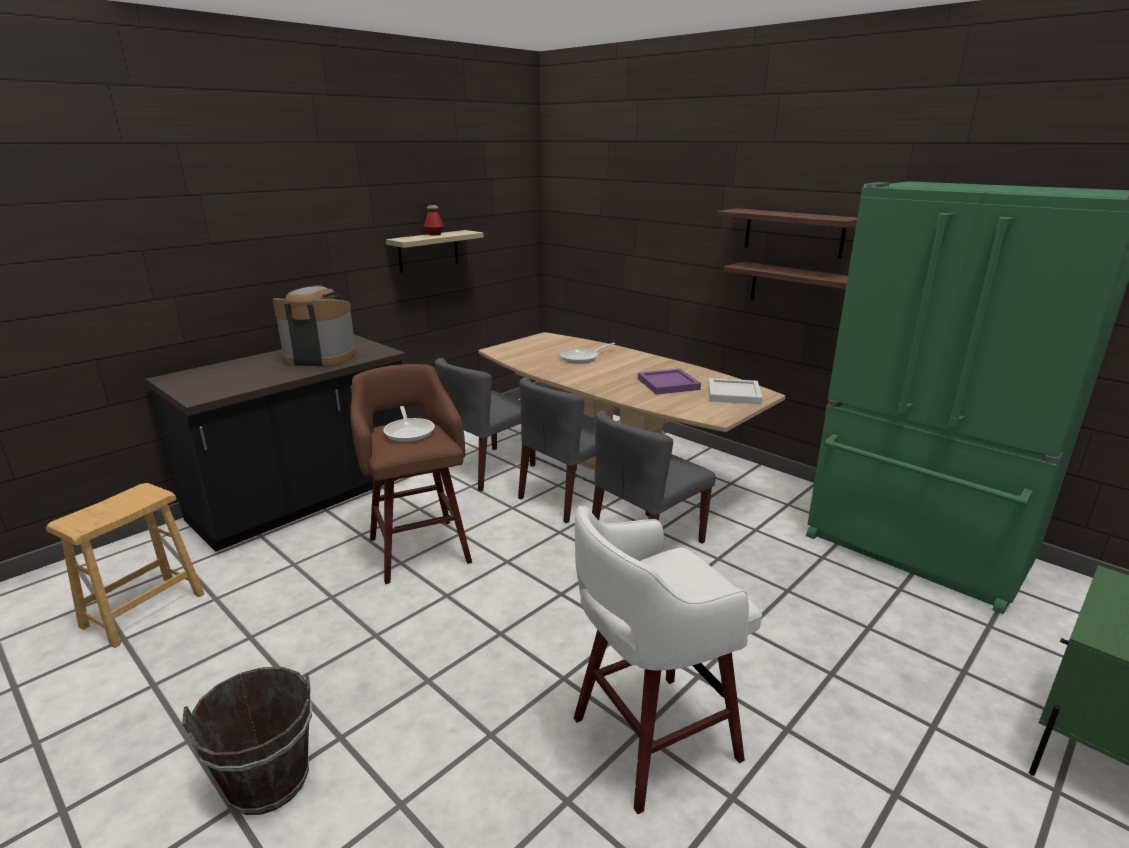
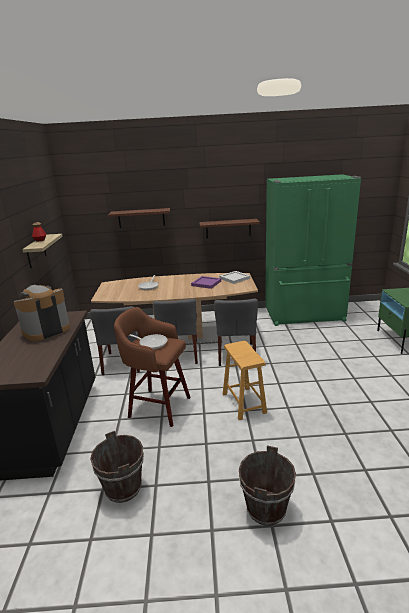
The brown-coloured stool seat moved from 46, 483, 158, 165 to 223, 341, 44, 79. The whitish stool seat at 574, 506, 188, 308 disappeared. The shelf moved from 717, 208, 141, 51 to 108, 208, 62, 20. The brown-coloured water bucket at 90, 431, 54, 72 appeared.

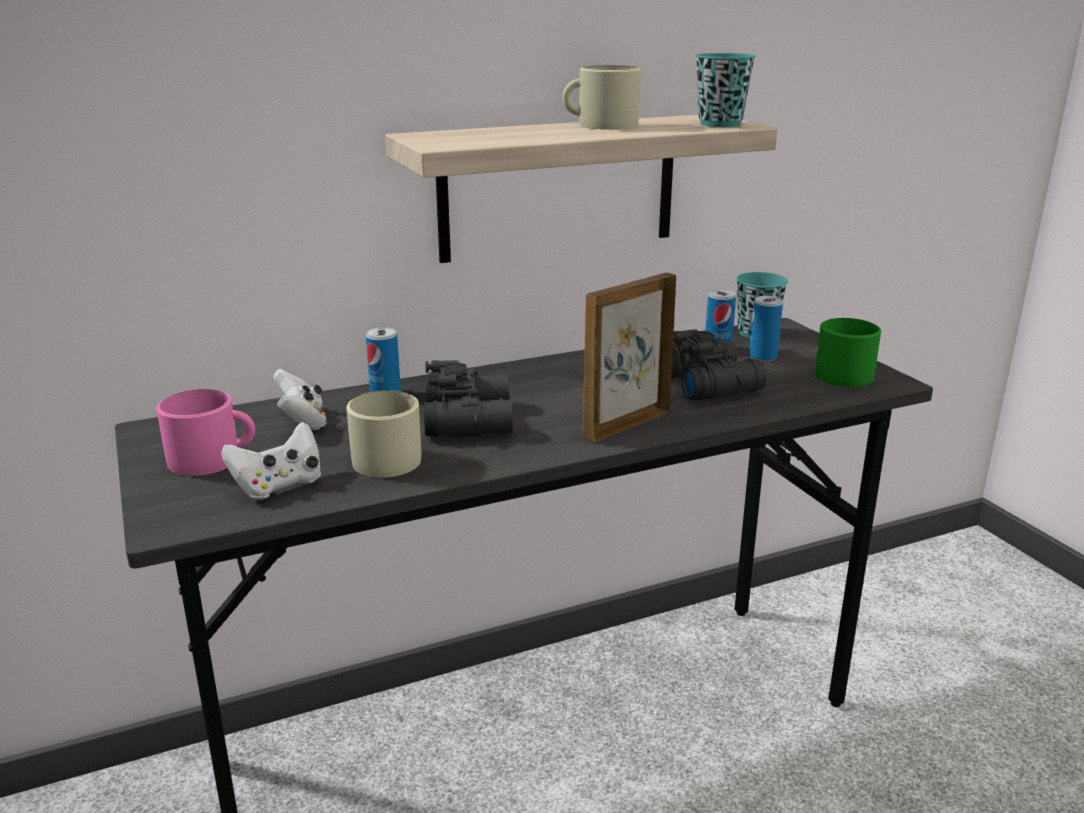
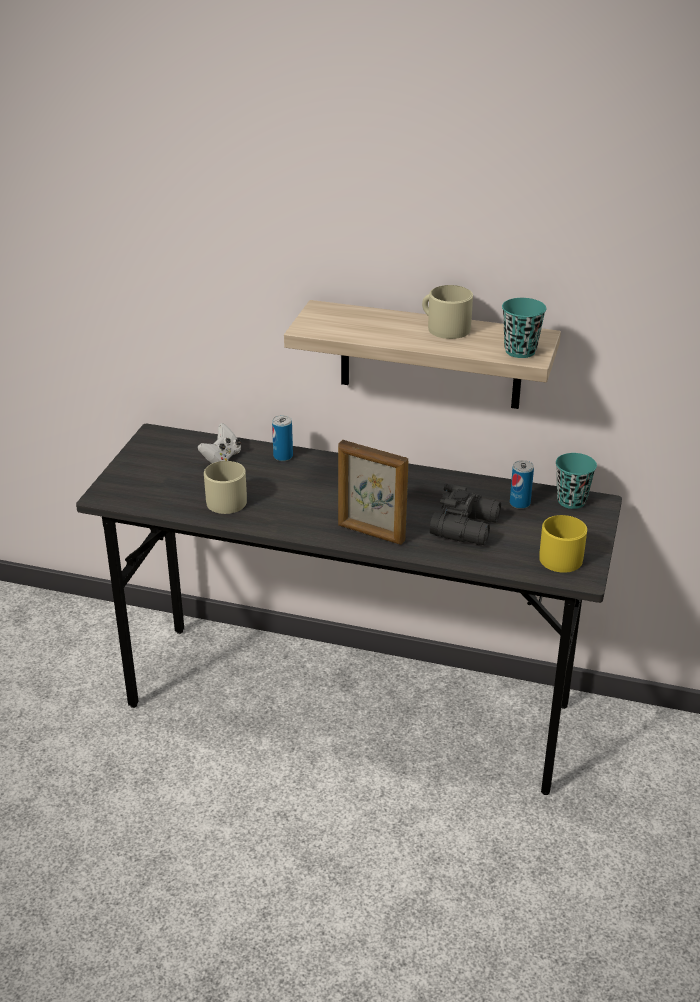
The pinkish mug at 156, 389, 99, 87 disappeared. The whitish gamepad at 221, 422, 100, 78 disappeared. The black field glasses at 424, 360, 89, 78 disappeared. The photo frame at 583, 273, 93, 169 turned 150 degrees counterclockwise. The can at 749, 296, 34, 65 disappeared. The greenish mug at 815, 318, 66, 69 became the yellow-coloured mug at 539, 515, 48, 58.

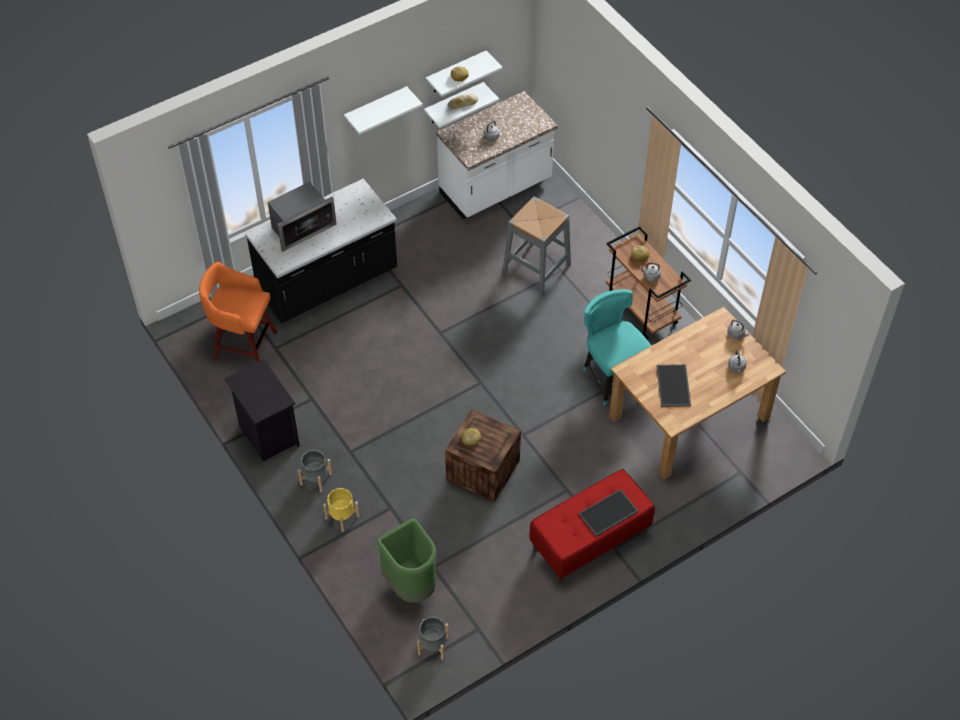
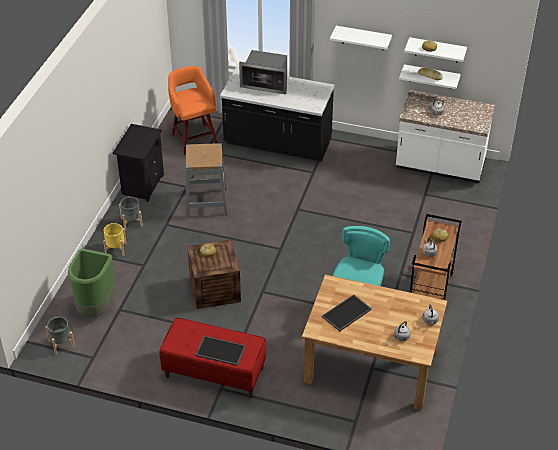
The grey stool seat moved from 502, 197, 69, 99 to 186, 143, 42, 74.

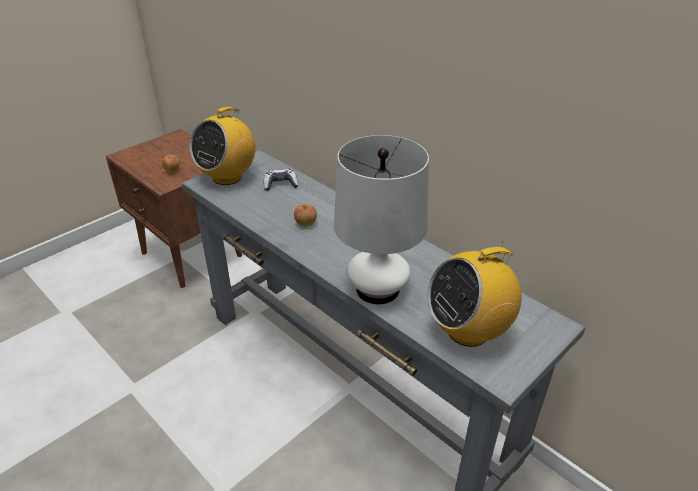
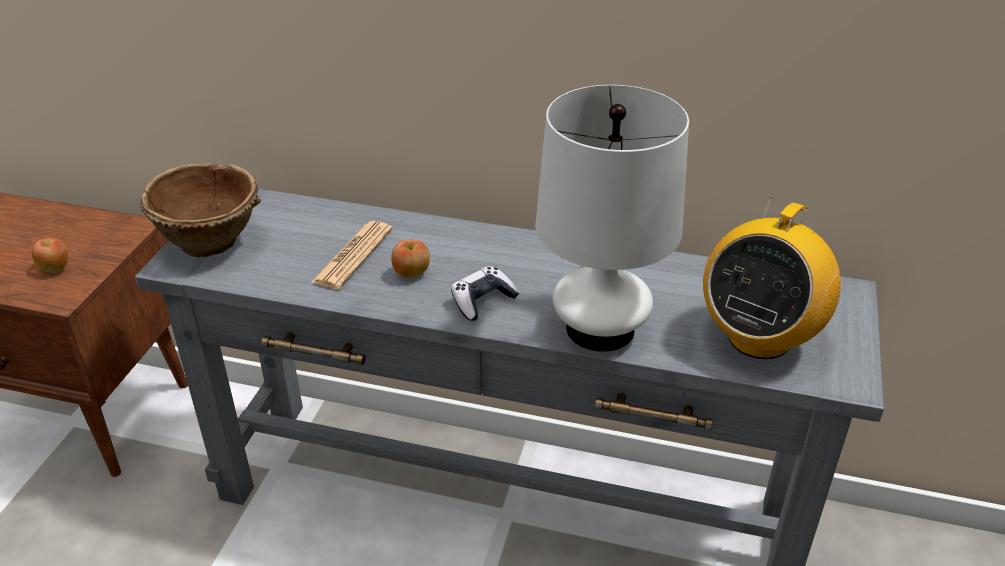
The radio set at 190, 107, 65, 78 was replaced by the brown-coloured deep dish at 140, 163, 121, 94. The gamepad moved from 264, 169, 34, 22 to 451, 266, 69, 55. The daily paper at 311, 221, 82, 68 appeared.

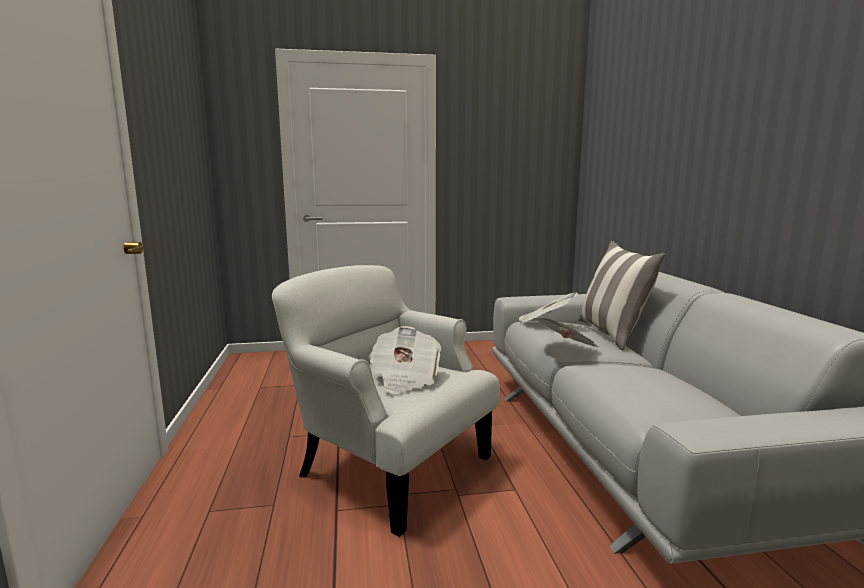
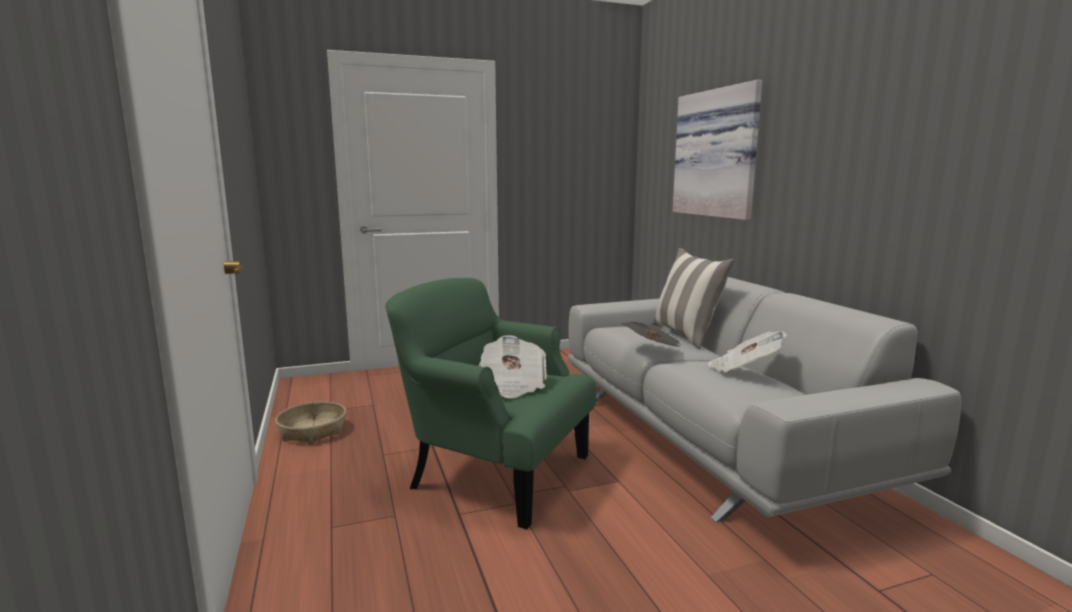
The whitish armchair at 272, 265, 228, 272 became the greenish armchair at 385, 278, 212, 251. The daily paper moved from 519, 293, 59, 30 to 707, 331, 80, 42. The basket at 276, 401, 70, 43 appeared. The picture at 673, 80, 89, 140 appeared.

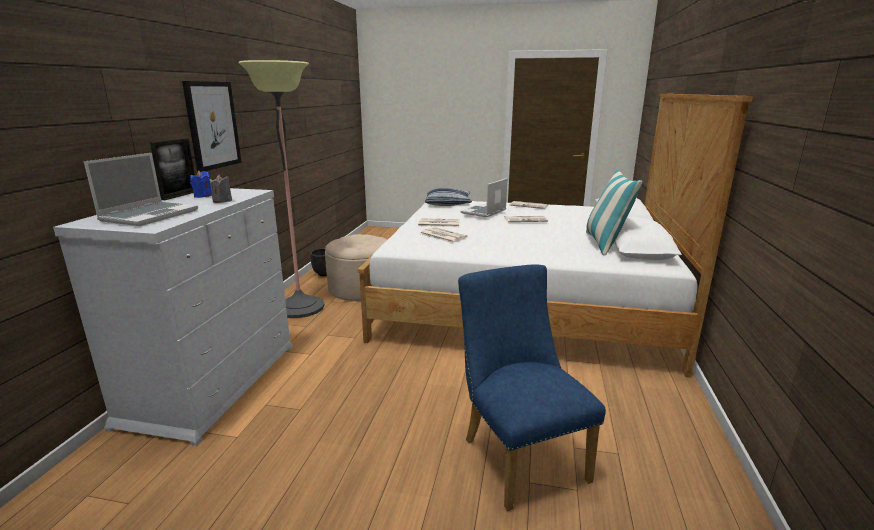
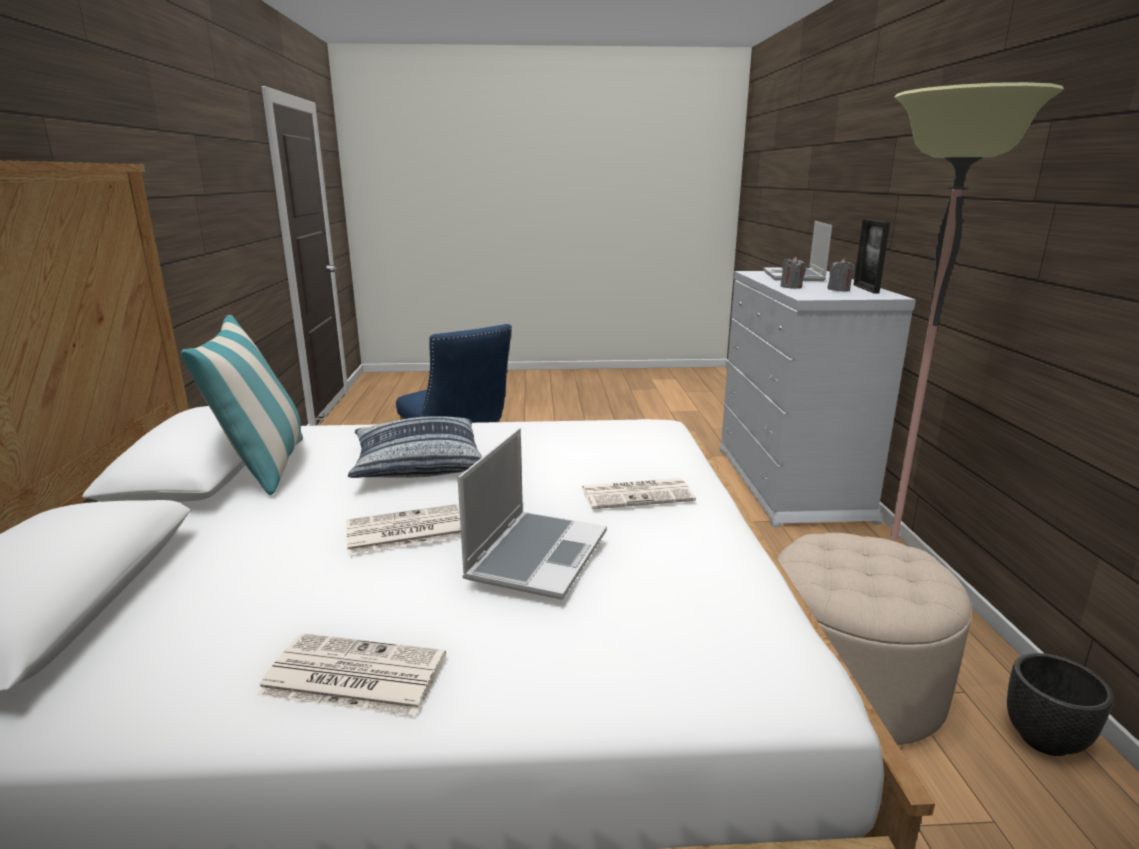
The picture at 182, 81, 60, 91 disappeared. The blue wax light at 190, 170, 22, 28 became the grey wax light at 827, 258, 28, 33. The daily paper at 420, 227, 47, 16 disappeared. The cushion moved from 425, 188, 47, 18 to 348, 416, 134, 62.

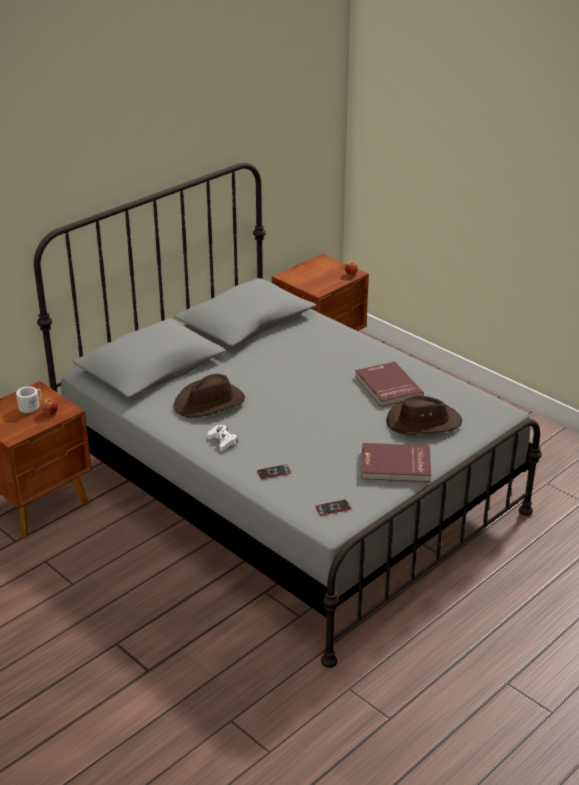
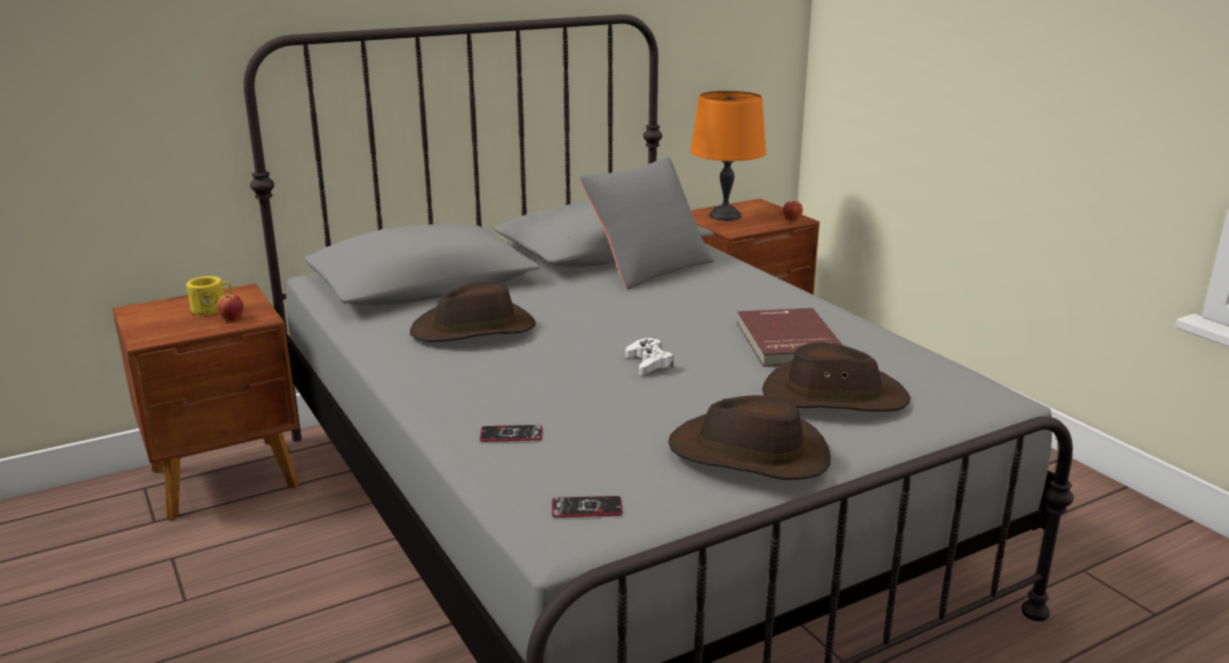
The whitish mug at 16, 386, 26, 27 became the yellow-coloured mug at 186, 276, 47, 39. The whitish gamepad moved from 207, 425, 31, 26 to 625, 338, 48, 37. The red-coloured book at 362, 443, 69, 39 was replaced by the brown-coloured hat at 668, 395, 163, 85. The grey cushion at 580, 157, 134, 132 appeared. The orange lamp for a table at 690, 90, 76, 131 appeared.

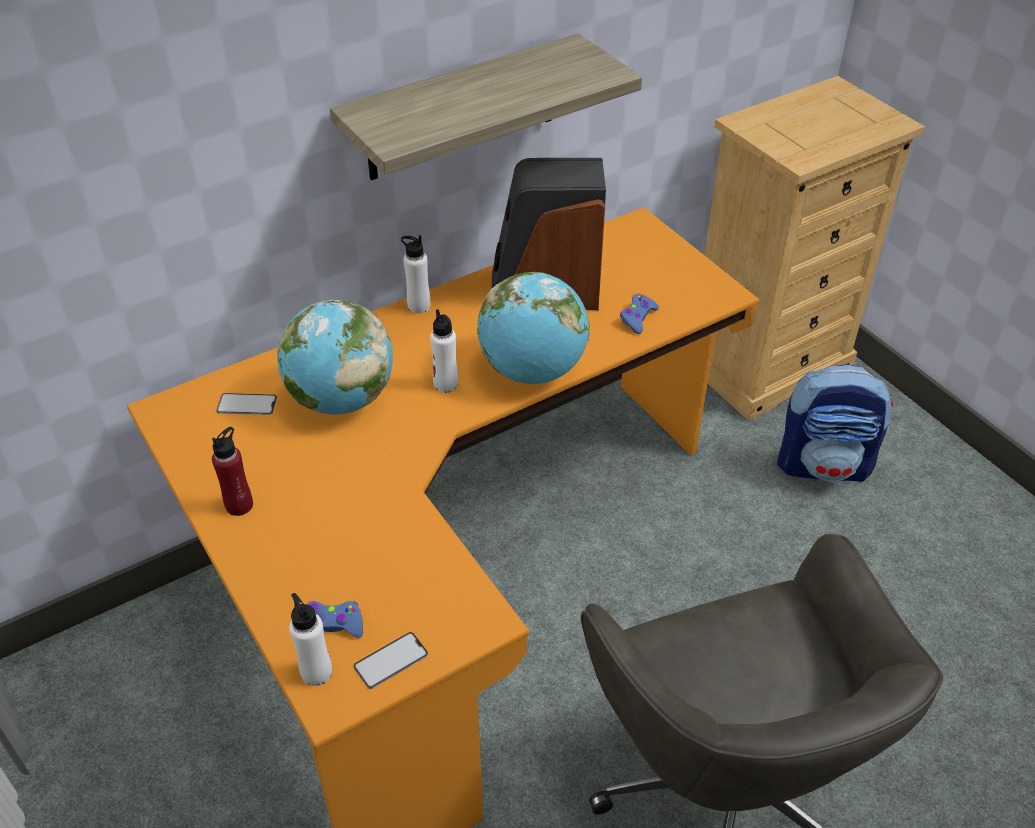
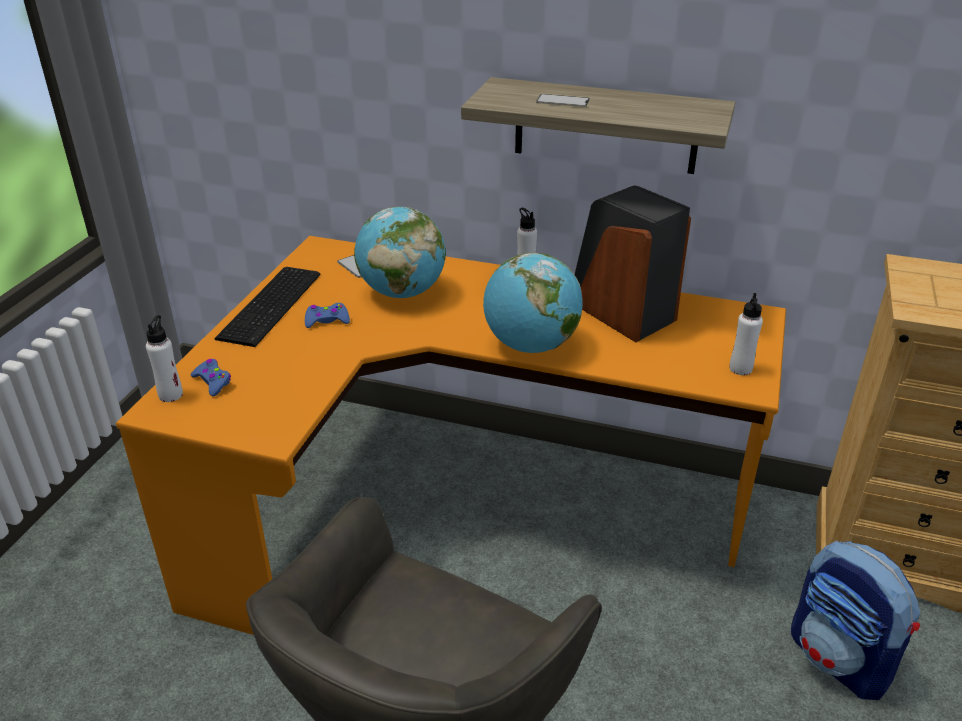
The red-coloured beverage bottle at 212, 427, 41, 89 was replaced by the computer keyboard at 214, 267, 106, 80. The telephone moved from 354, 632, 74, 57 to 536, 94, 54, 13. The whitish beverage bottle moved from 430, 309, 28, 84 to 729, 293, 34, 82. The blue gamepad moved from 620, 294, 39, 40 to 305, 303, 45, 25.

